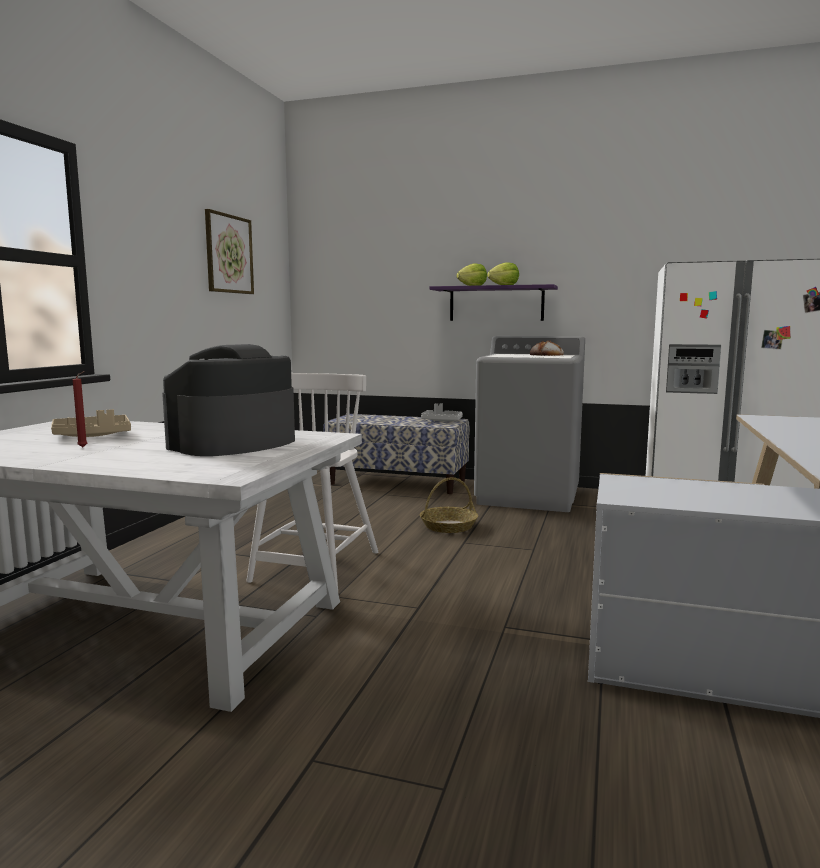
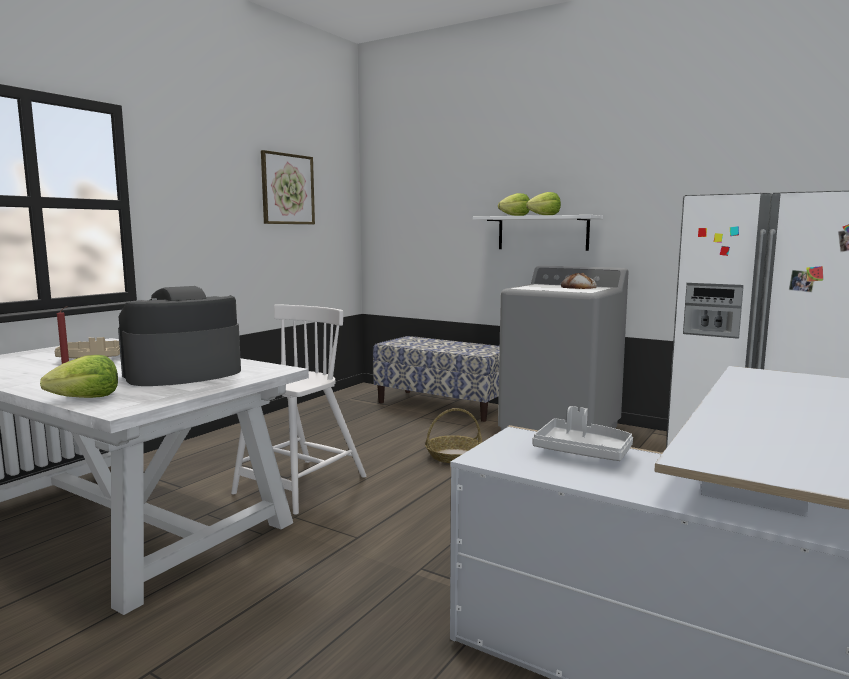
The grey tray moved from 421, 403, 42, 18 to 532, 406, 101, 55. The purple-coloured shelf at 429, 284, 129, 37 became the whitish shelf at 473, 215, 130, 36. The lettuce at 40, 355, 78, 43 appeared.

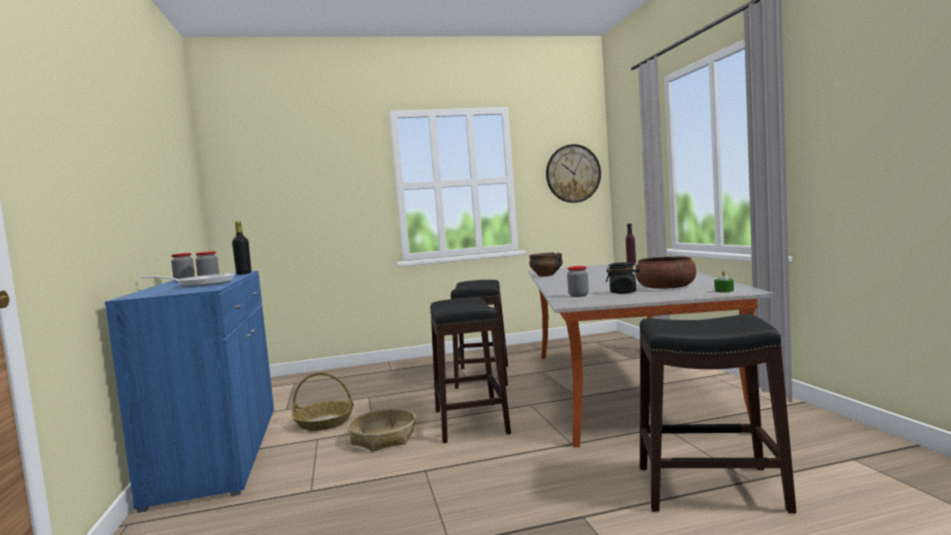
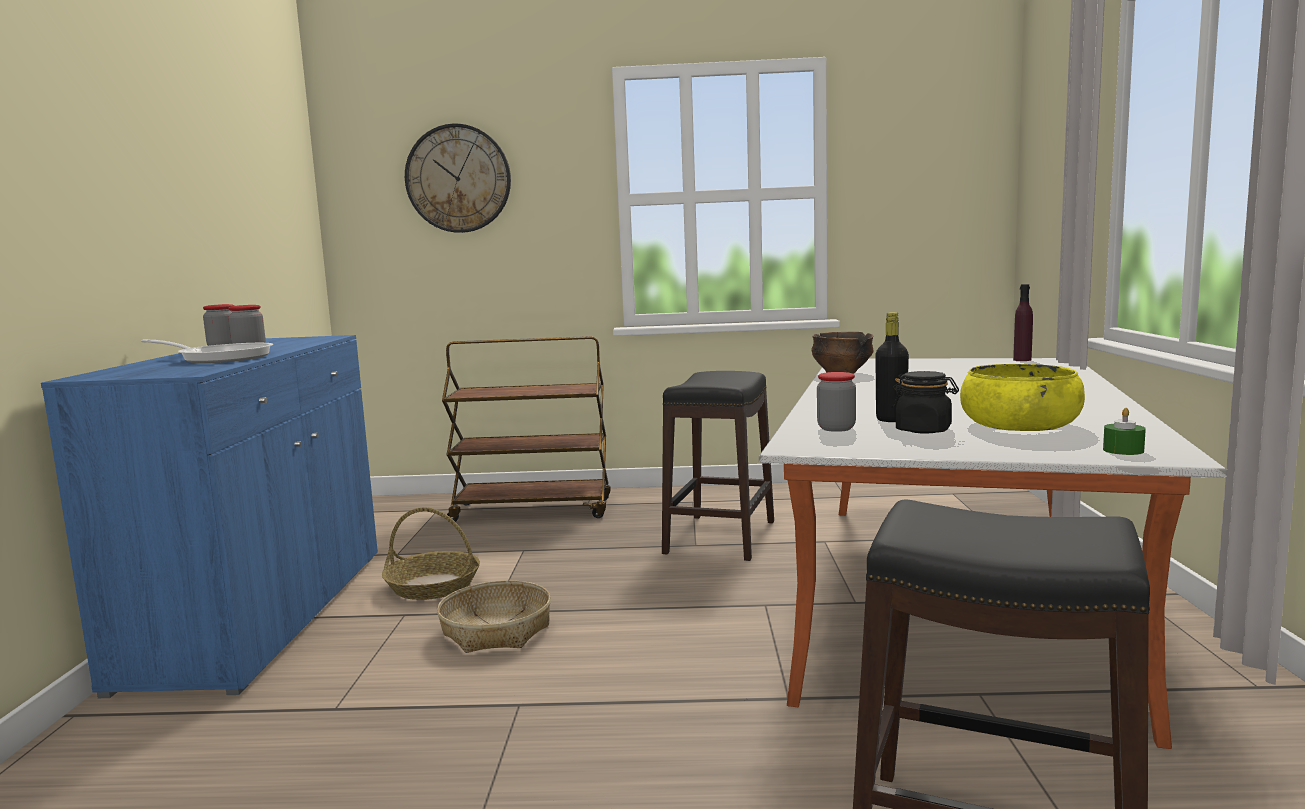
The black beverage bottle moved from 232, 222, 19, 53 to 875, 312, 34, 110. The black stool seat at 430, 297, 81, 146 disappeared. The clock on the wall moved from 546, 144, 55, 59 to 405, 124, 106, 109. The brown-coloured deep dish at 635, 256, 61, 33 became the yellow-coloured deep dish at 960, 364, 125, 67. The brown-coloured trolley at 442, 336, 169, 186 appeared.

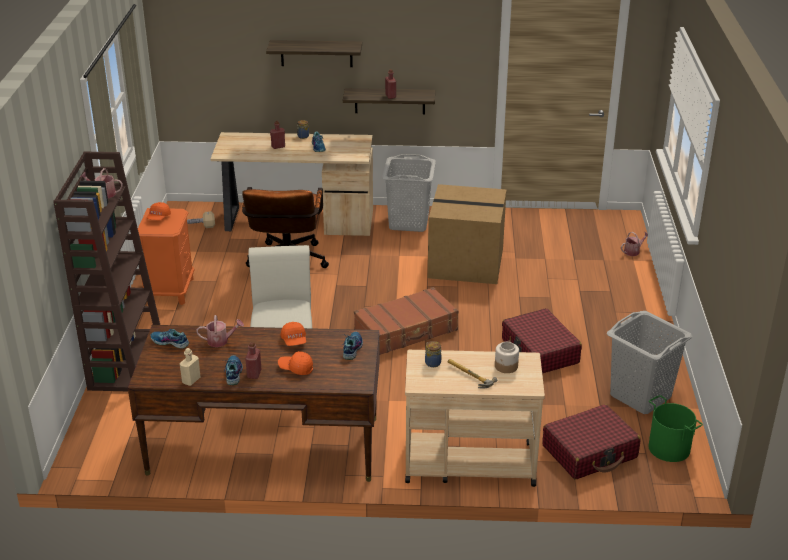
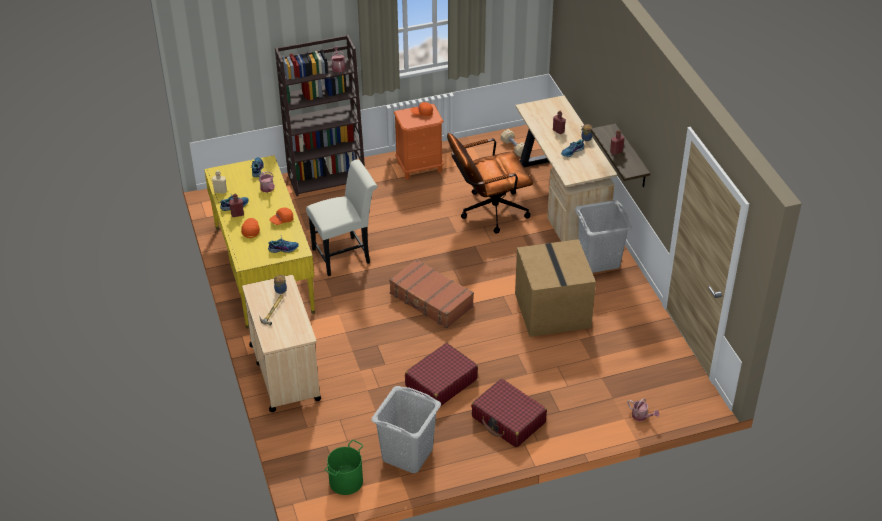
The brown-coloured desk table at 128, 325, 252, 157 became the yellow-coloured desk table at 204, 155, 111, 174. The shelf at 266, 40, 96, 27 disappeared. The jar at 495, 342, 24, 31 disappeared. The red-coloured suitcase moved from 542, 404, 99, 75 to 471, 379, 76, 69.

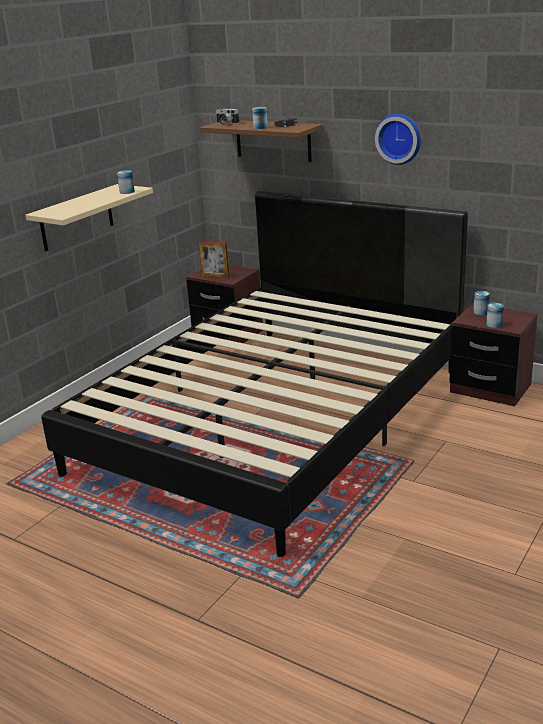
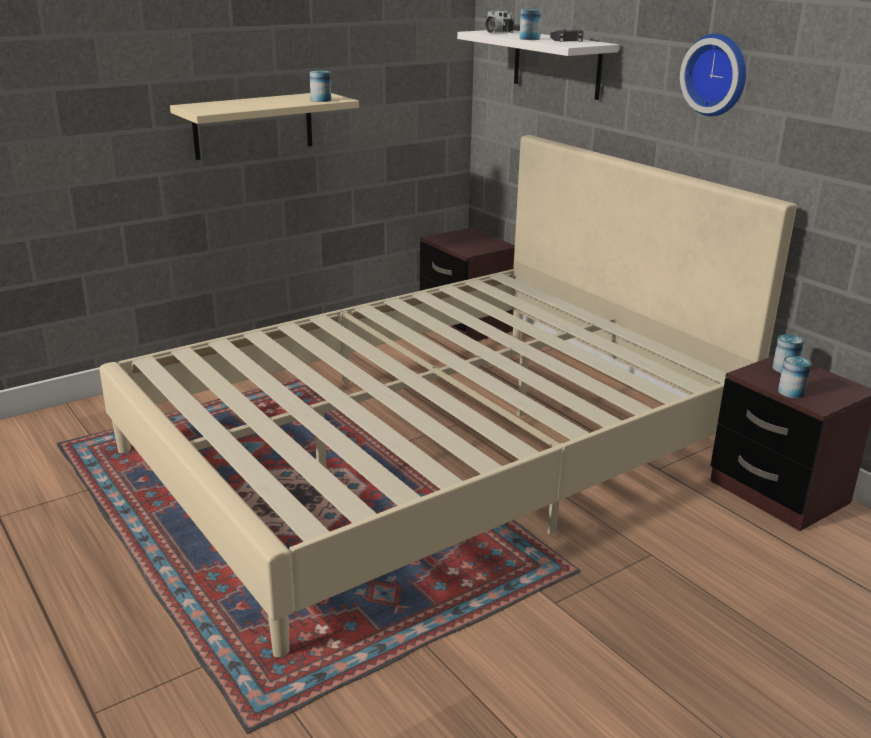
The black bedroom bed at 41, 191, 427, 366 became the beige-coloured bedroom bed at 99, 135, 698, 522. The brown-coloured shelf at 199, 120, 124, 42 became the whitish shelf at 457, 30, 162, 70. The photo frame at 199, 241, 31, 37 disappeared.

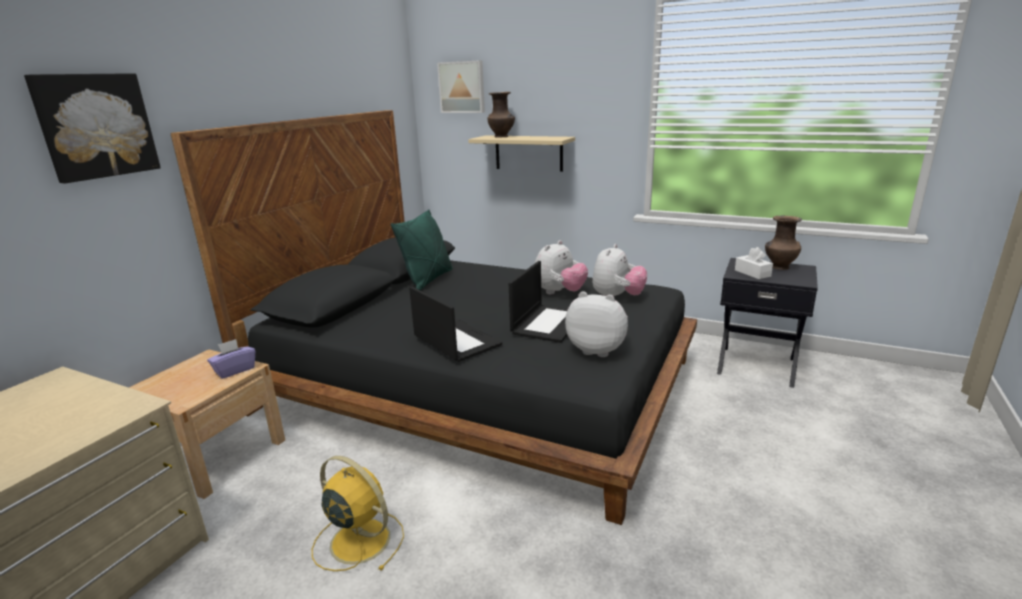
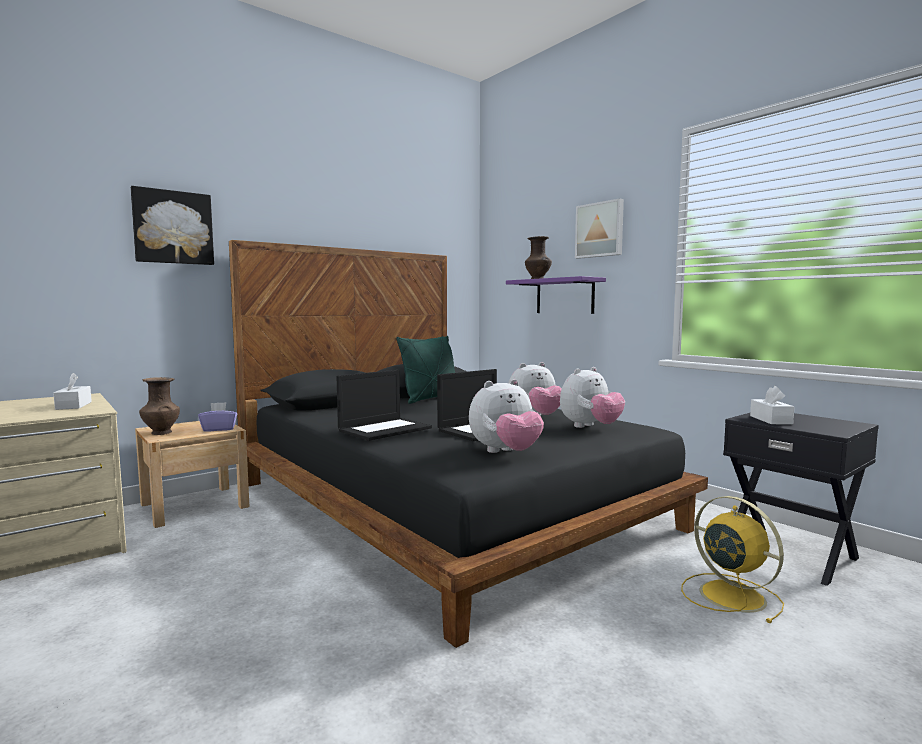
The yellow-coloured electric fan moved from 312, 456, 92, 115 to 681, 496, 103, 127. The portable computer at 409, 286, 93, 76 turned 60 degrees clockwise. The picture moved from 437, 61, 48, 52 to 575, 198, 49, 61. The beige-coloured shelf at 468, 136, 107, 36 became the purple-coloured shelf at 506, 276, 100, 38. The cuddly toy at 565, 291, 63, 66 turned 105 degrees clockwise. The brown-coloured vase moved from 765, 216, 37, 54 to 139, 377, 41, 58. The whitish box of tissues at 53, 373, 39, 37 appeared.

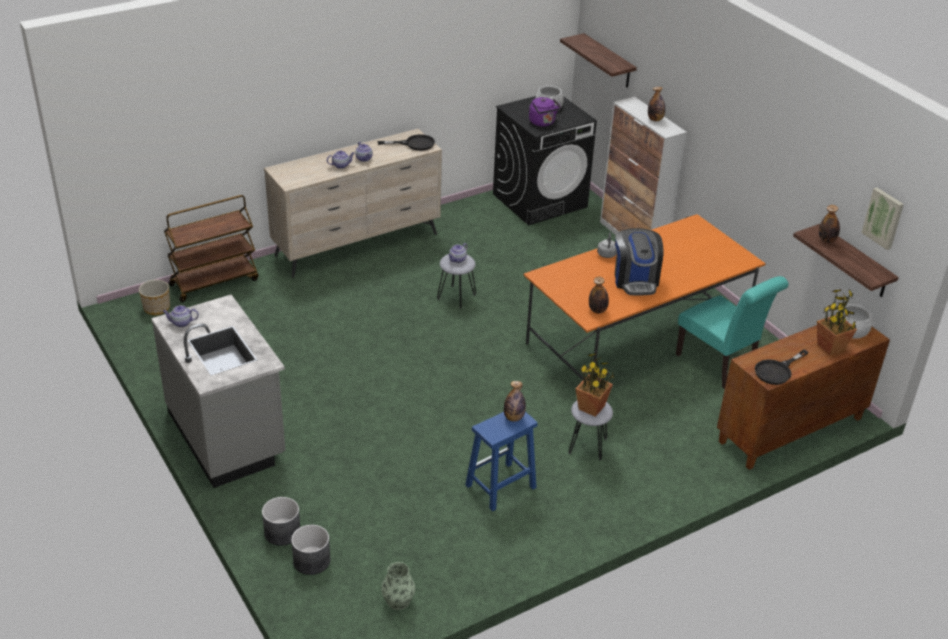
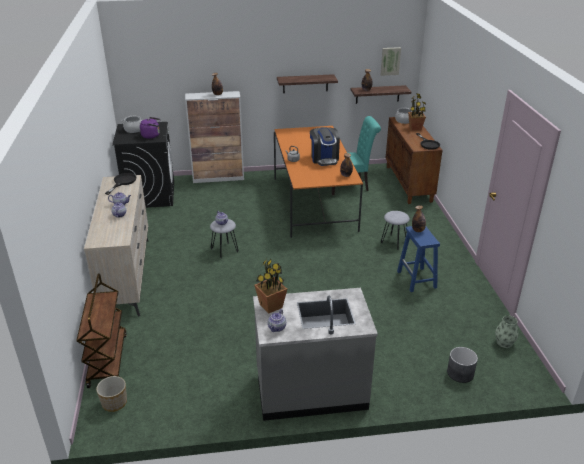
The grey plant pot at 262, 497, 38, 49 disappeared. The shelf moved from 560, 33, 77, 55 to 277, 74, 61, 19. The potted plant moved from 575, 353, 39, 64 to 254, 259, 33, 55. The coffee maker at 615, 228, 49, 68 turned 60 degrees clockwise.

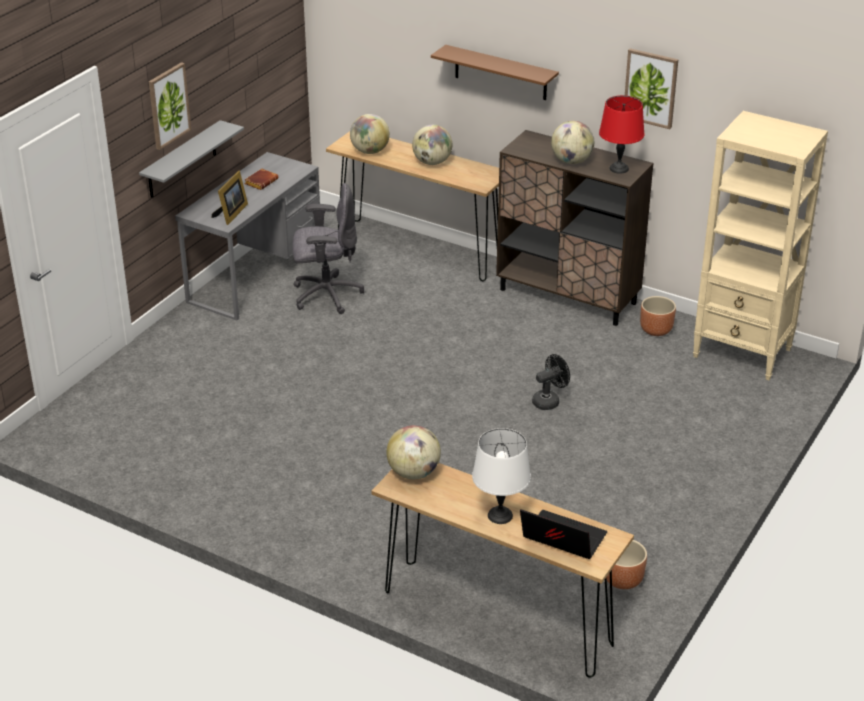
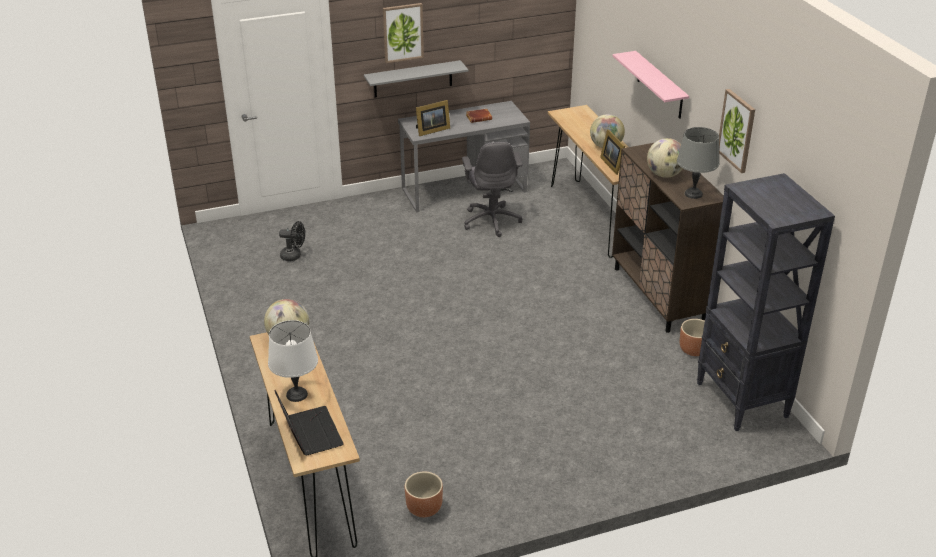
The grey office chair at 292, 183, 72, 131 turned 45 degrees clockwise. The desk globe at 350, 114, 40, 40 disappeared. The brown-coloured shelf at 431, 45, 128, 55 became the pinkish shelf at 613, 51, 76, 68. The black electric fan moved from 532, 354, 38, 56 to 279, 221, 26, 40. The red-coloured lamp for a table at 599, 95, 45, 79 became the grey lamp for a table at 677, 127, 42, 72. The beige-coloured shelving unit at 693, 111, 135, 269 became the black shelving unit at 697, 173, 138, 258. The photo frame at 600, 129, 25, 46 appeared.

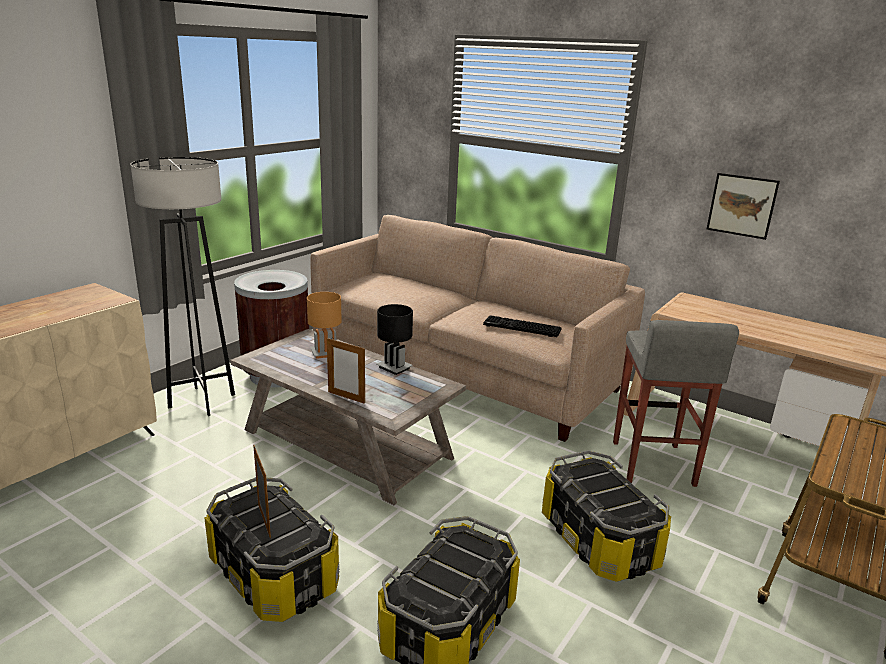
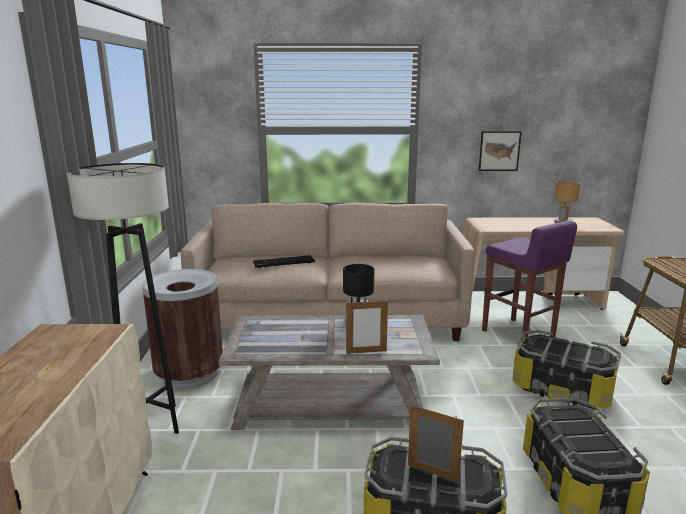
The brown-coloured lamp for a table moved from 307, 292, 35, 67 to 553, 181, 27, 42. The computer keyboard moved from 483, 315, 78, 22 to 253, 255, 62, 13. The grey stool seat at 613, 320, 126, 167 became the purple-coloured stool seat at 482, 221, 95, 124.

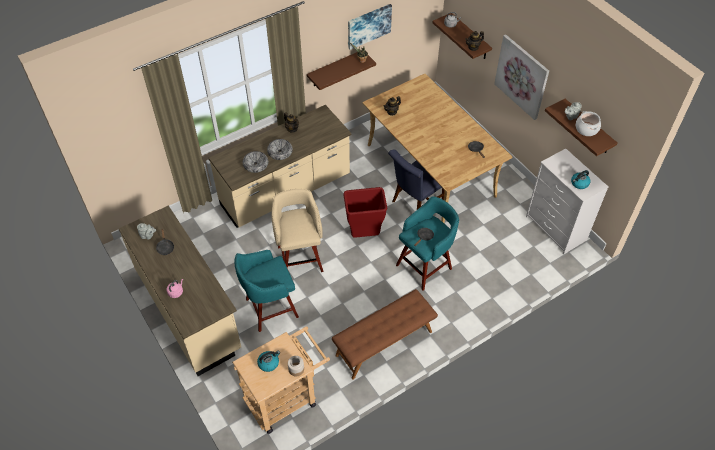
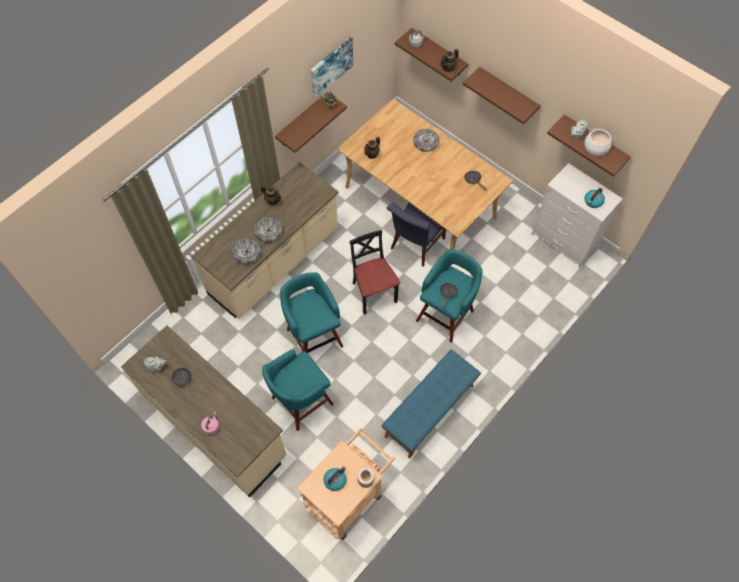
The beige-coloured stool seat at 272, 189, 51, 83 became the blue-green stool seat at 280, 272, 63, 81. The brown-coloured indoor bench at 332, 289, 106, 91 became the blue indoor bench at 382, 350, 99, 108. The red-coloured trash can at 343, 187, 44, 51 was replaced by the black upright chair at 349, 230, 51, 85. The picture at 494, 34, 55, 86 was replaced by the brown-coloured shelf at 463, 67, 78, 57. The deep dish at 413, 129, 26, 23 appeared.

